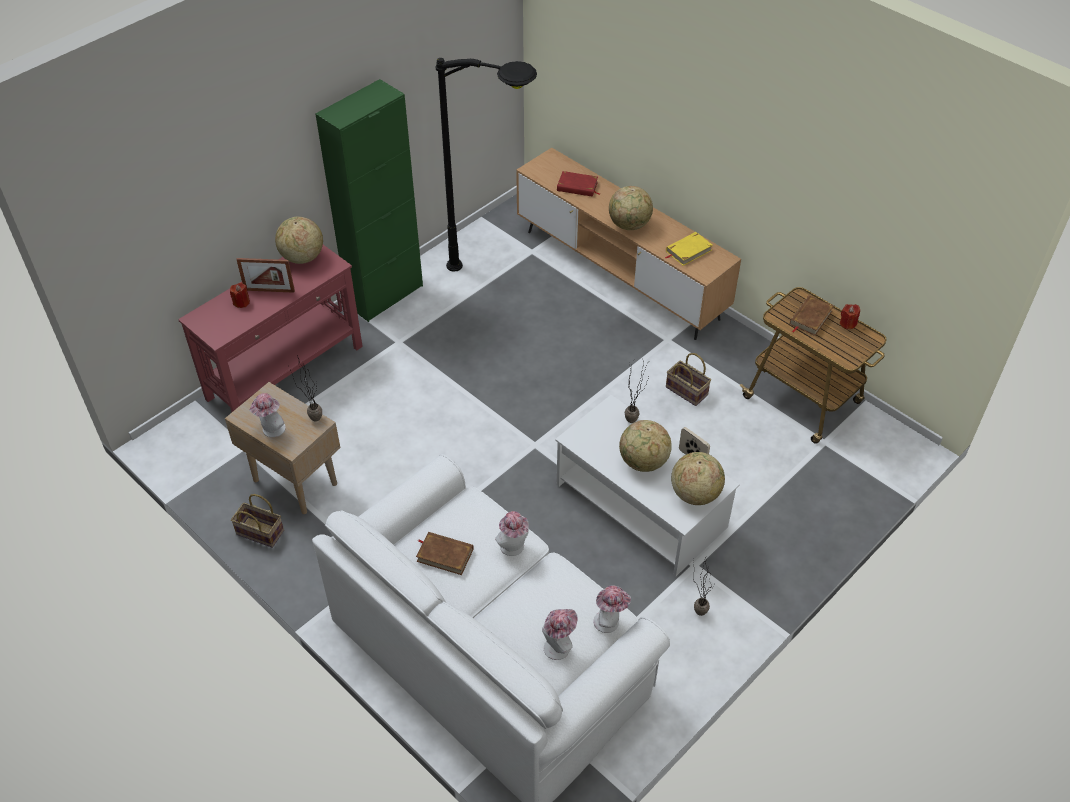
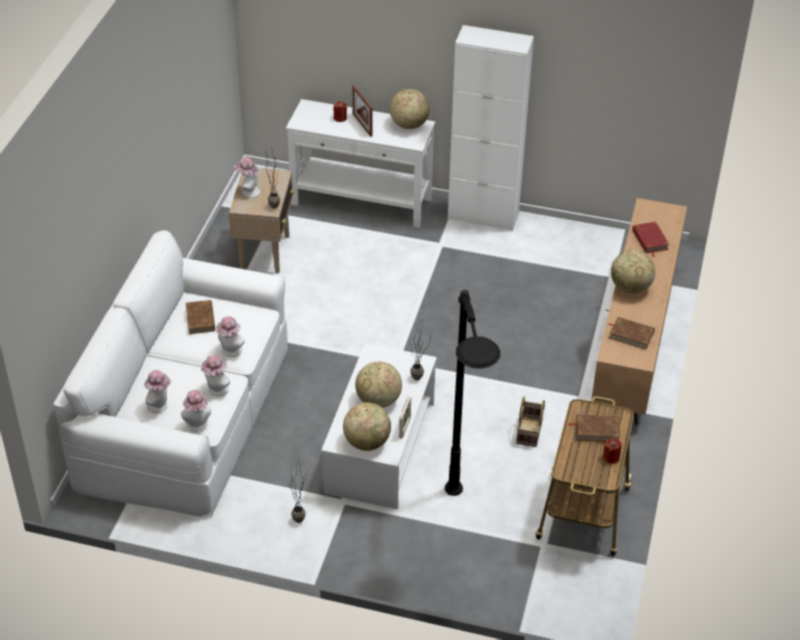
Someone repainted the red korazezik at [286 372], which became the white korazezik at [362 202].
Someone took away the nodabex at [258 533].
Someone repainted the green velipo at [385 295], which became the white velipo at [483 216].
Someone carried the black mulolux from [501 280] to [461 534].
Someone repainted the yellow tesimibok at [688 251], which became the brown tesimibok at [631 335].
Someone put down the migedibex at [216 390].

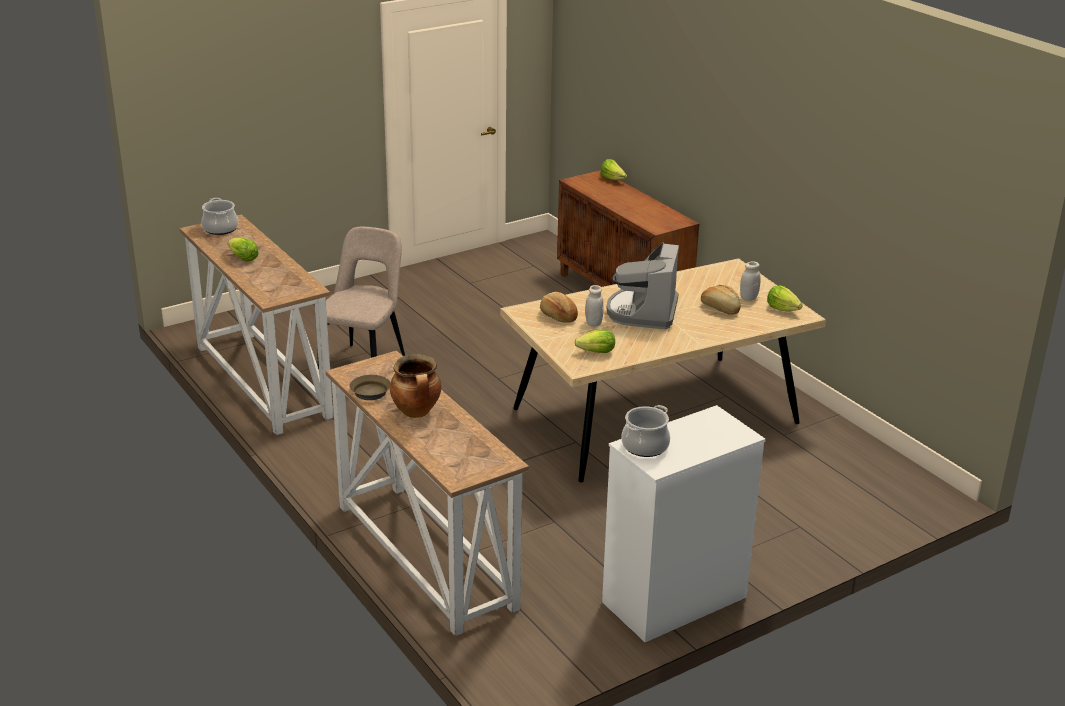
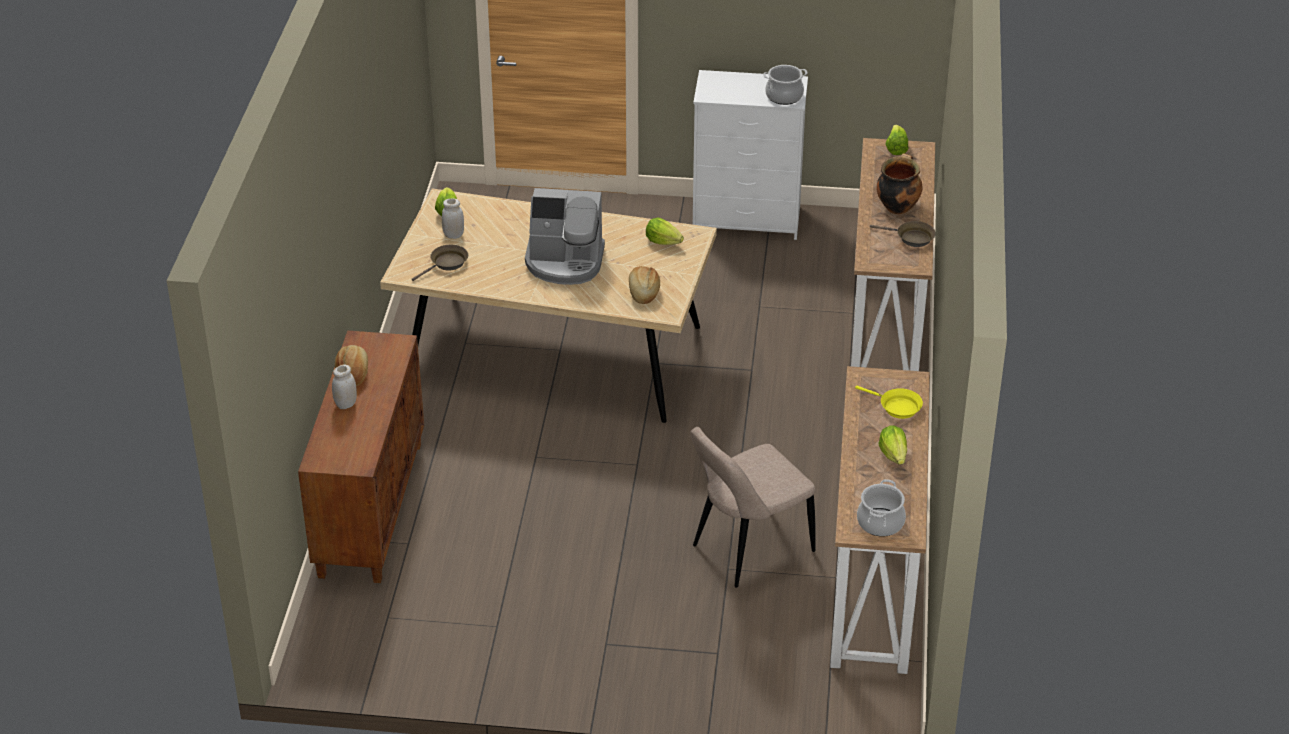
Someone carried the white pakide from [593 323] to [346 404].
Someone carried the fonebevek from [613 179] to [896 148].
Someone rotated the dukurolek at [643 312] by 45 degrees clockwise.
Someone carried the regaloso from [720 308] to [353 373].
Someone put down the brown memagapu at [447 264].
Someone put down the yellow memagapu at [897 407].

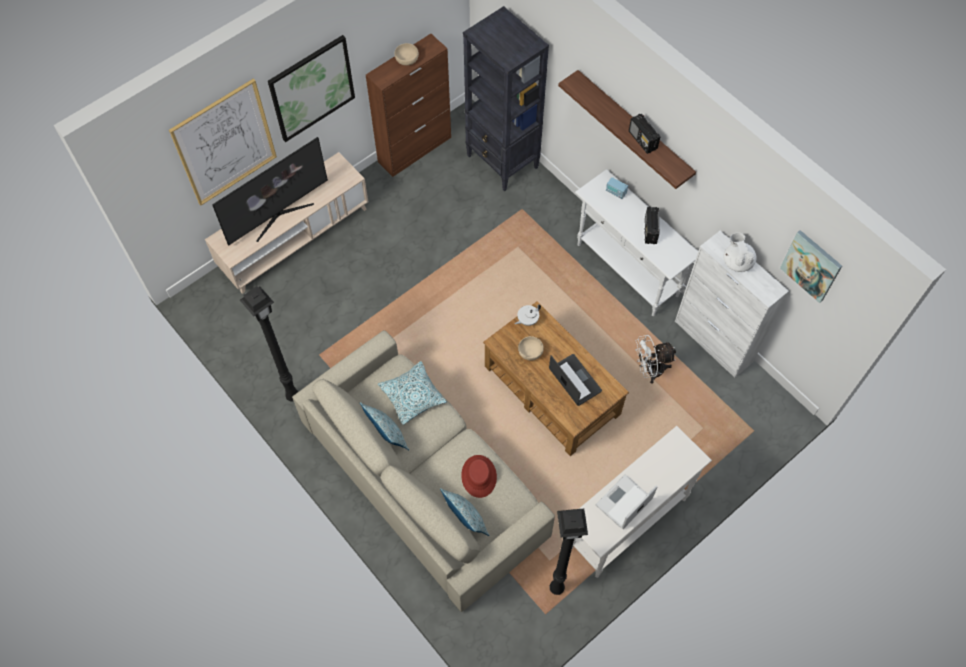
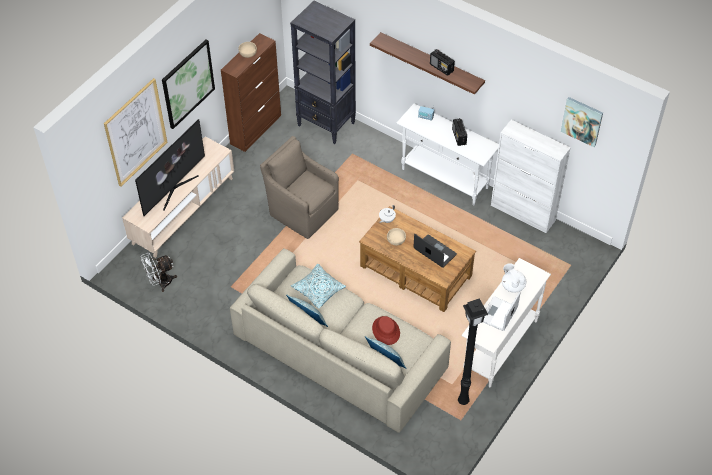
Someone took away the black mulolux at [291 396].
Someone carried the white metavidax from [650 370] to [160 283].
Someone carried the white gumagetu from [737 262] to [512 285].
Someone put down the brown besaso at [302 211].

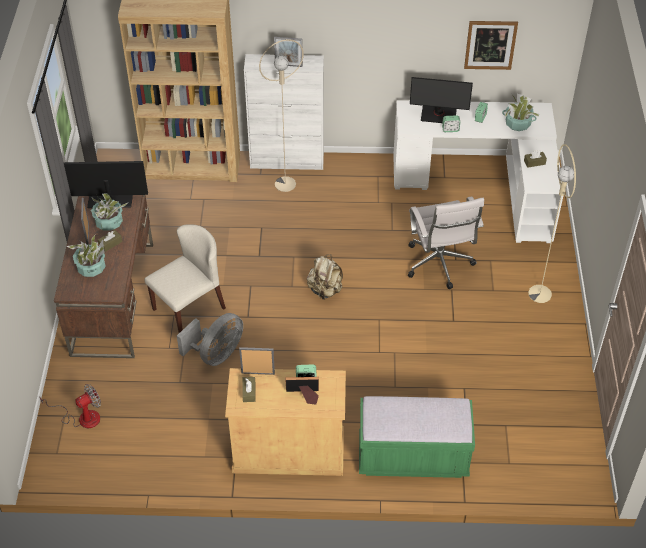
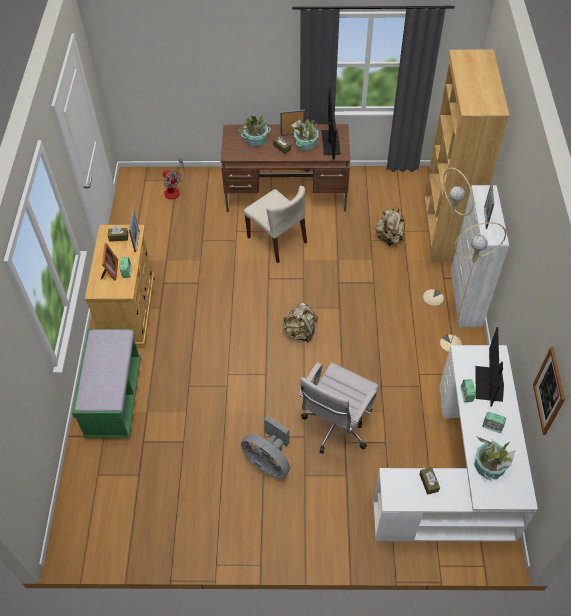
Someone carried the grey metavidax from [216 354] to [269 462].
Someone rotated the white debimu at [439 265] by 45 degrees counterclockwise.
Someone carried the beige mulolux from [539 293] to [450 343].
Someone put down the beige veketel at [389 238].

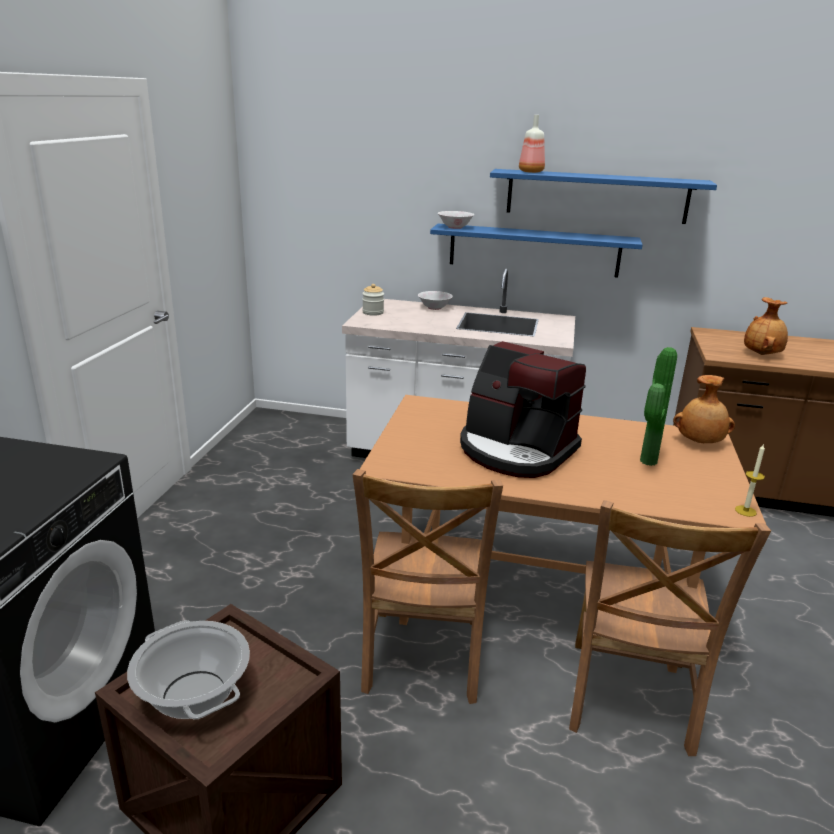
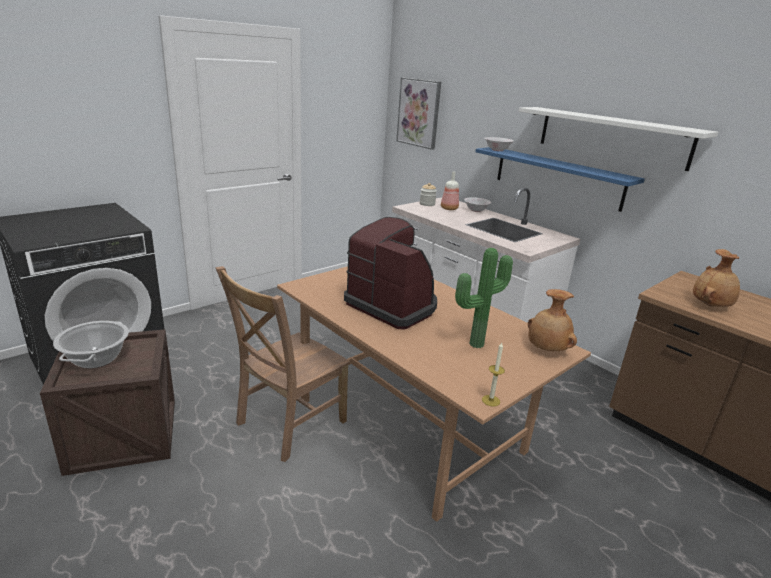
Someone rotated the dukurolek at [516 450] by 150 degrees clockwise.
Someone repainted the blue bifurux at [596 196], which became the white bifurux at [612 137].
Someone carried the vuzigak from [531 172] to [449 209].
Someone took away the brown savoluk at [628 700].
Someone put up the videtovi at [419 113].

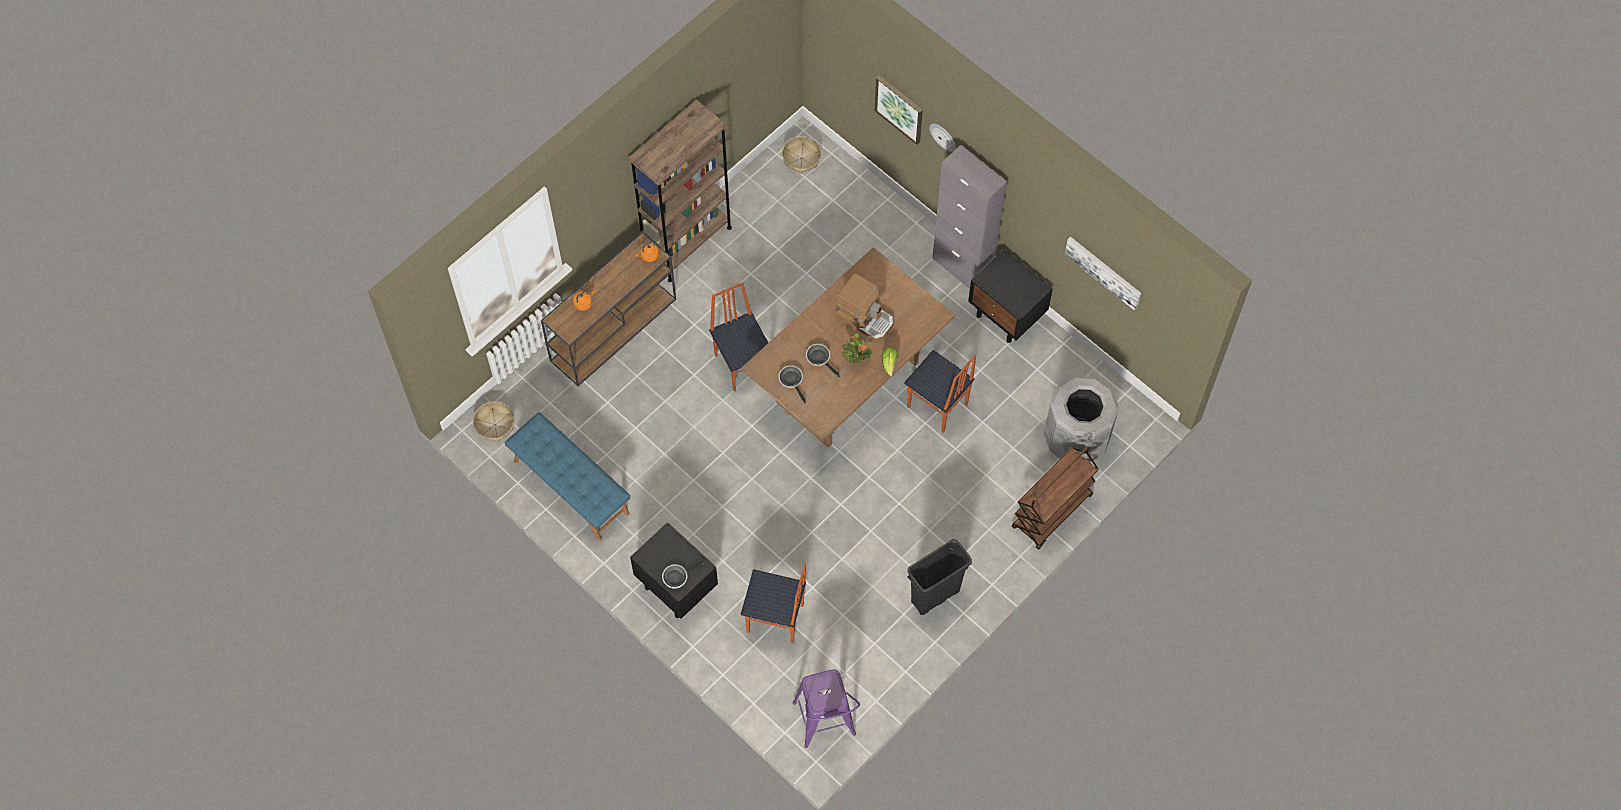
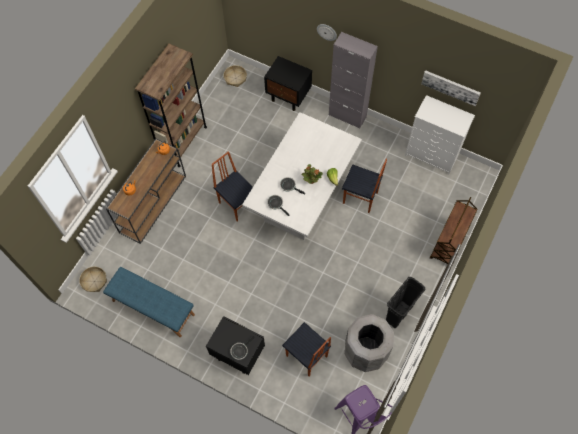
Someone repainted the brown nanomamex at [847 381], which became the white nanomamex at [302 197].
Someone rotated the savoluk at [775 619] by 45 degrees clockwise.
Someone took away the dukurolek at [865 318].
Someone took away the videtovi at [899 109].
Someone carried the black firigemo from [1007 316] to [289 97].
Someone carried the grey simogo from [1075 439] to [365 351].
Someone put down the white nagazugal at [432 155].

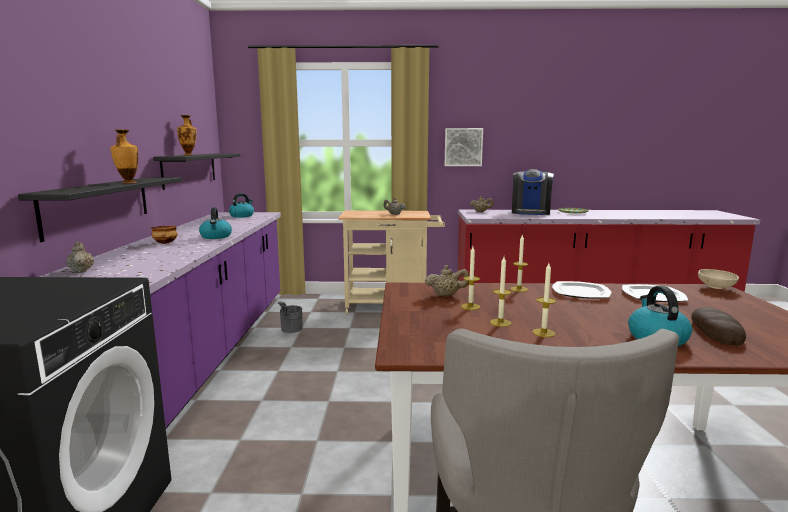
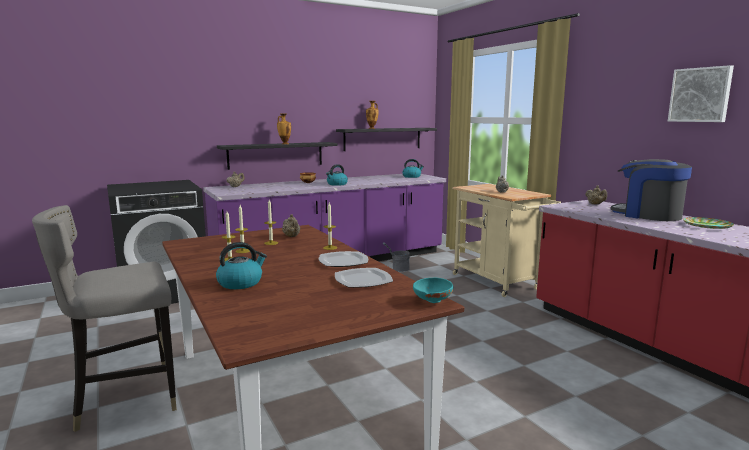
Someone carried the videtovi from [463 147] to [700 95].
Someone rotated the dukurolek at [530 212] by 60 degrees clockwise.
Someone took away the regaloso at [716 331].
Someone repainted the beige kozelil at [716 288], which became the turquoise kozelil at [431 301].

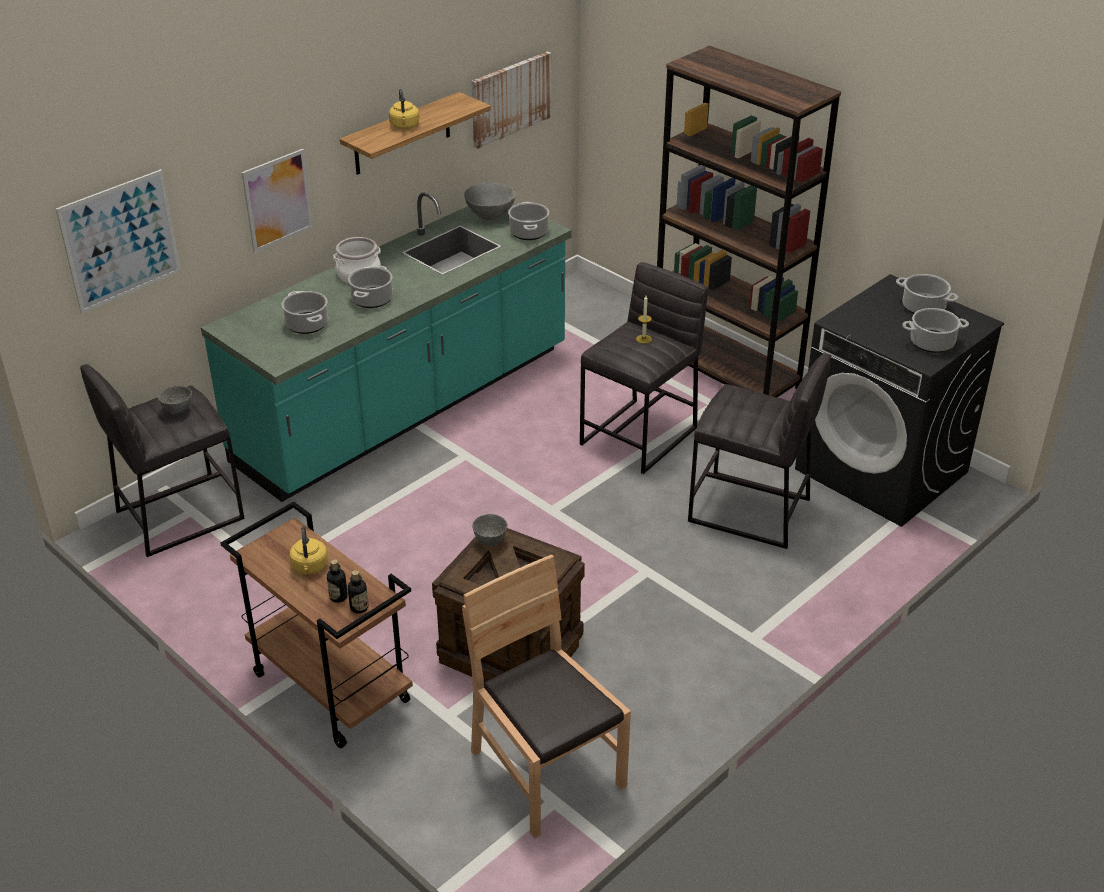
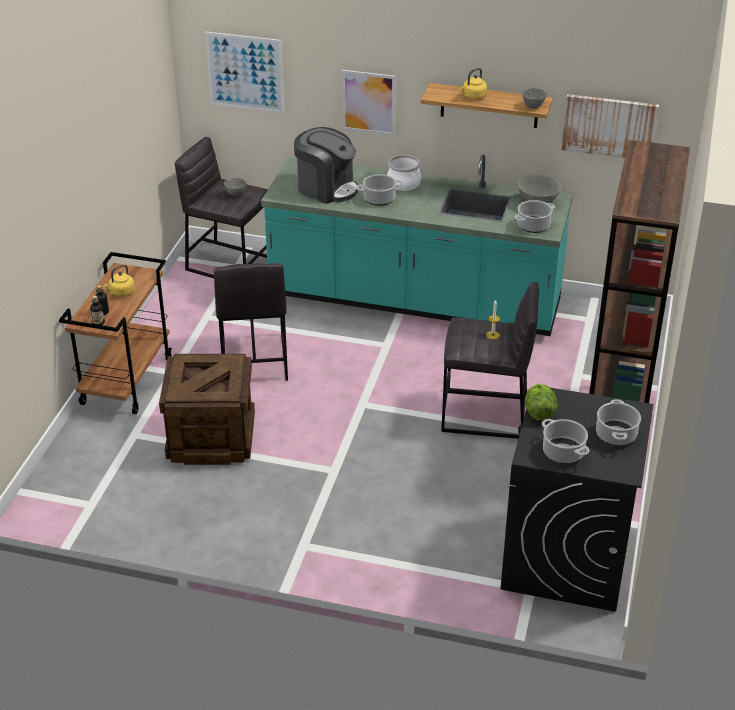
Someone swapped the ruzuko at [306 324] for the dukurolek at [326 188].
Someone took away the brown savoluk at [546 770].
Someone carried the grey kozelil from [489 541] to [532 106].
Someone carried the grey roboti from [750 511] to [253 359].
Someone put down the fonebevek at [539 413].

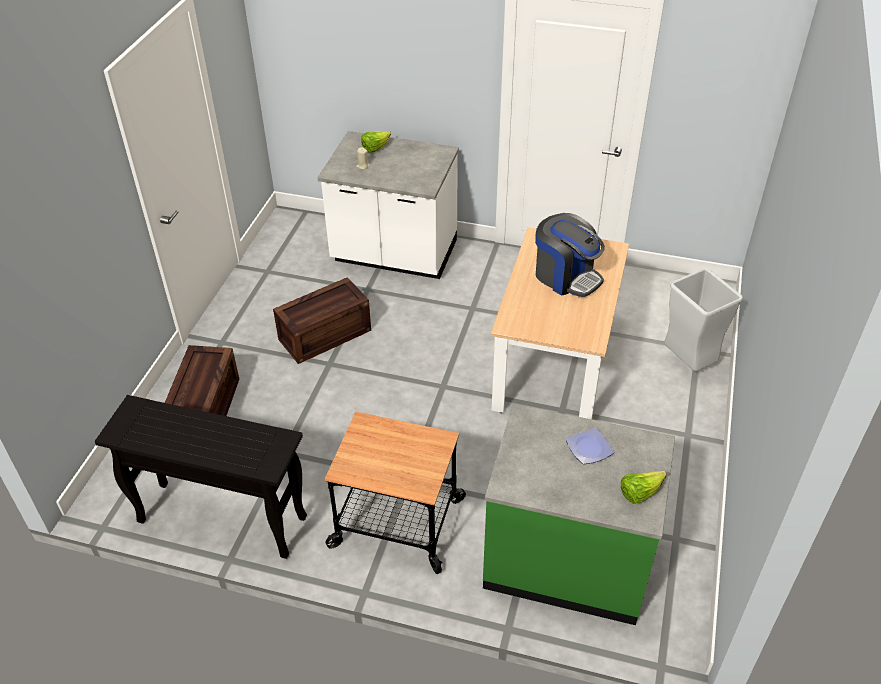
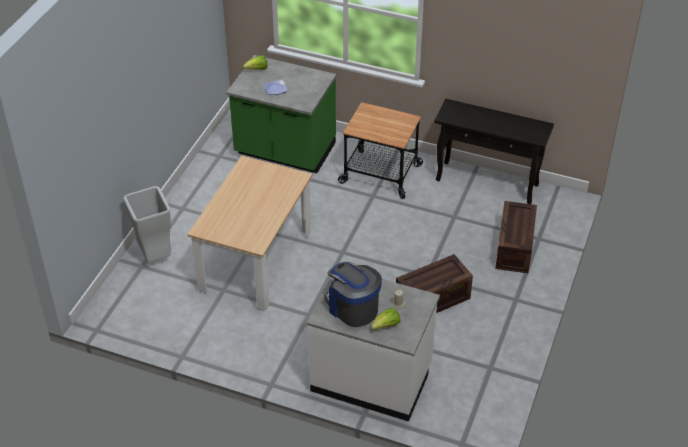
Someone carried the dukurolek from [566 276] to [352 308].

